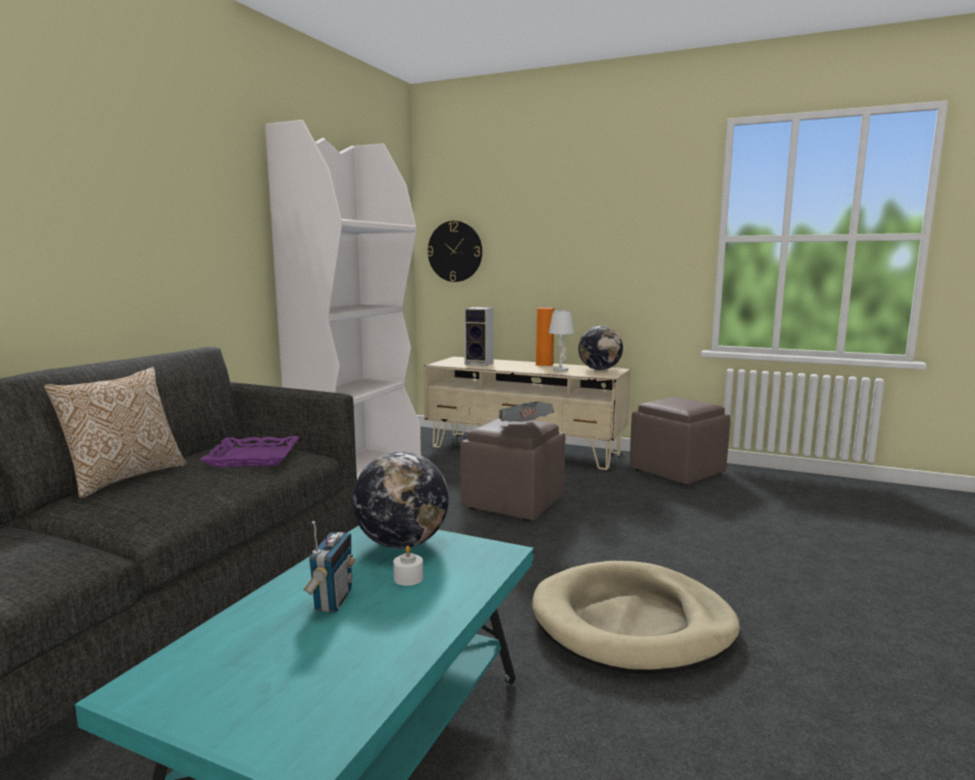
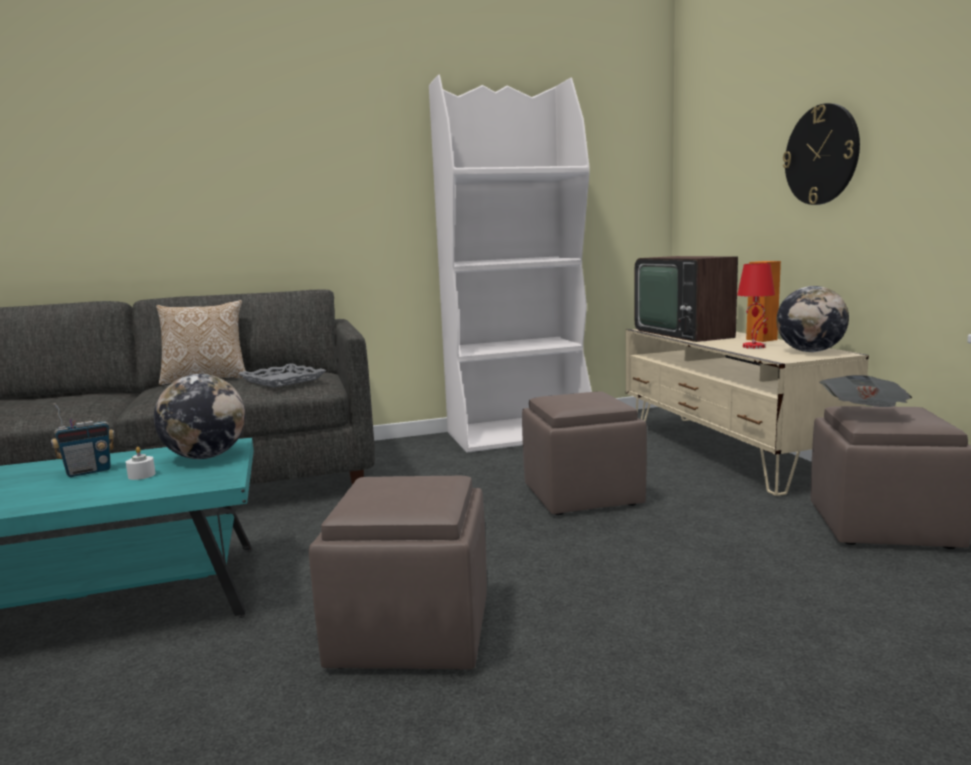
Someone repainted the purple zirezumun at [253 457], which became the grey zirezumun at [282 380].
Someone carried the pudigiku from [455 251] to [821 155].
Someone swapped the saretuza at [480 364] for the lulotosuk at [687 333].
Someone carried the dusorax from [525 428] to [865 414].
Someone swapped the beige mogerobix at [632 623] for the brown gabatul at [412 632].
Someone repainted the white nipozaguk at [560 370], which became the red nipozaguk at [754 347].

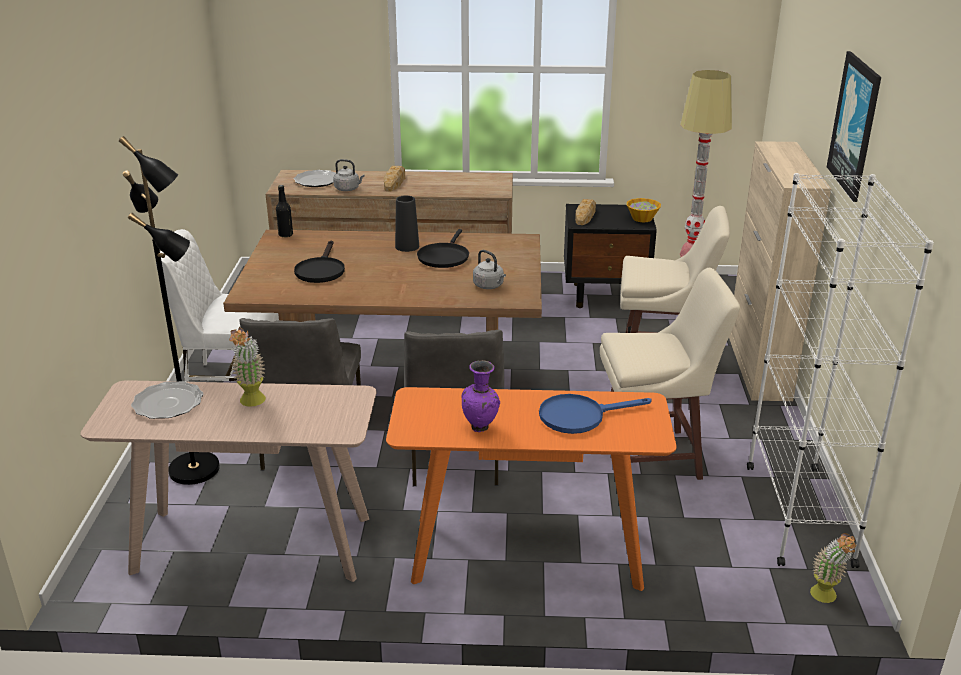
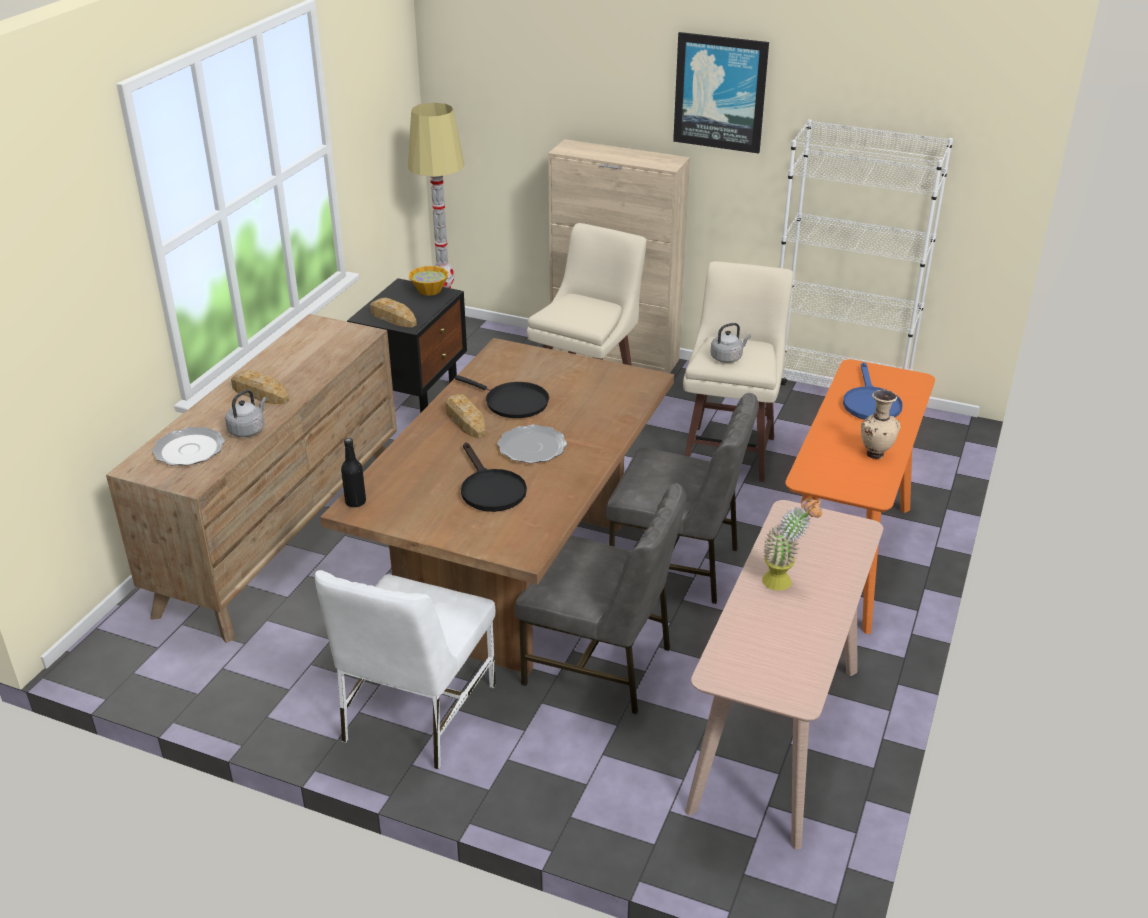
Someone took away the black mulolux at [196 469].
Someone carried the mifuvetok from [168 403] to [532 447].
Someone rotated the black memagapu at [321 270] by 45 degrees clockwise.
Someone swapped the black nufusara at [407 246] for the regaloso at [465 420].
Someone repainted the purple nufusara at [481 428], which became the beige nufusara at [875 454].
Someone carried the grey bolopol from [489 286] to [727 357].
Someone took away the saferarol at [826 599].

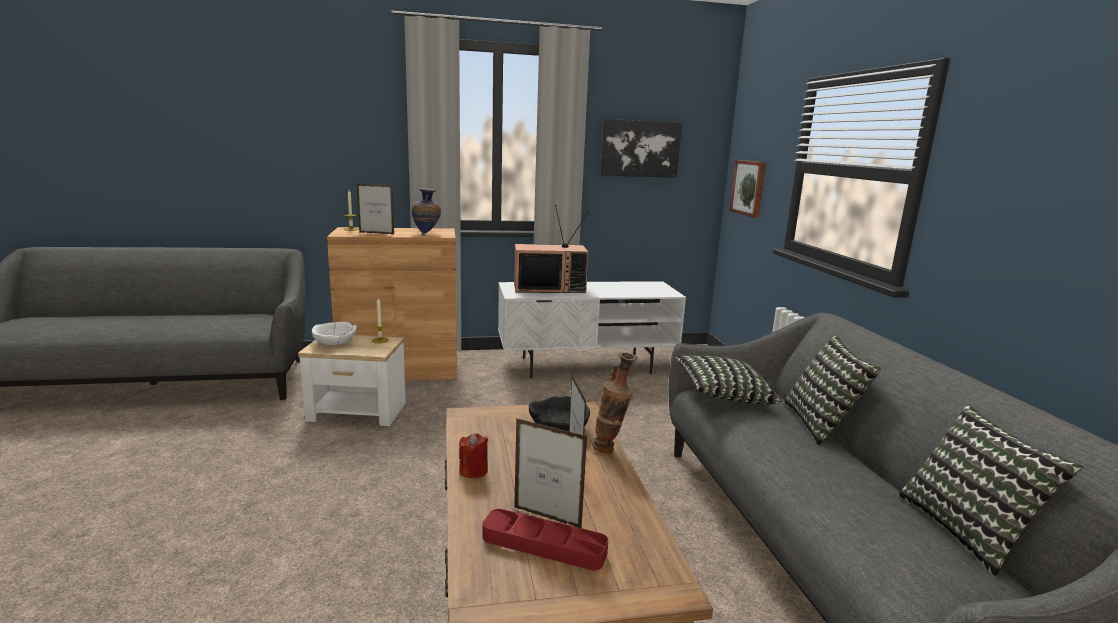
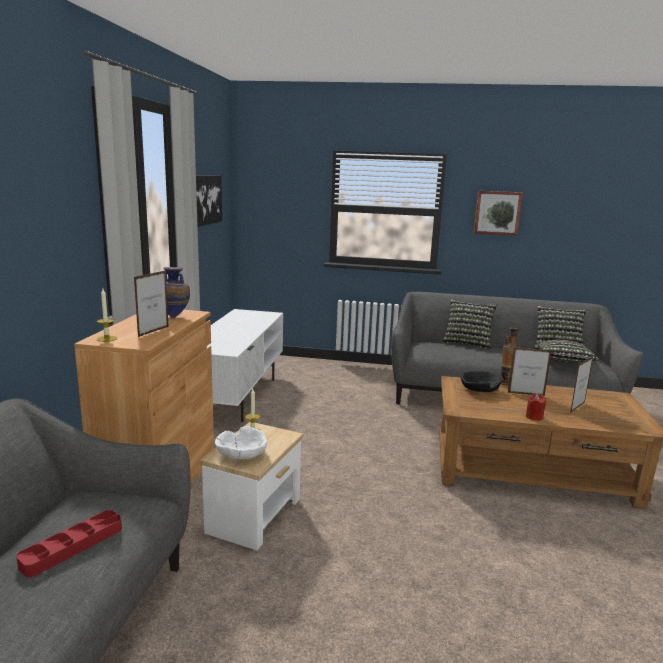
Someone carried the red zirezumun from [544 545] to [72 546].
Someone took away the lulotosuk at [550 288].
Someone carried the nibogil from [722 395] to [563 362].
Someone carried the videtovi from [749 188] to [497 213].

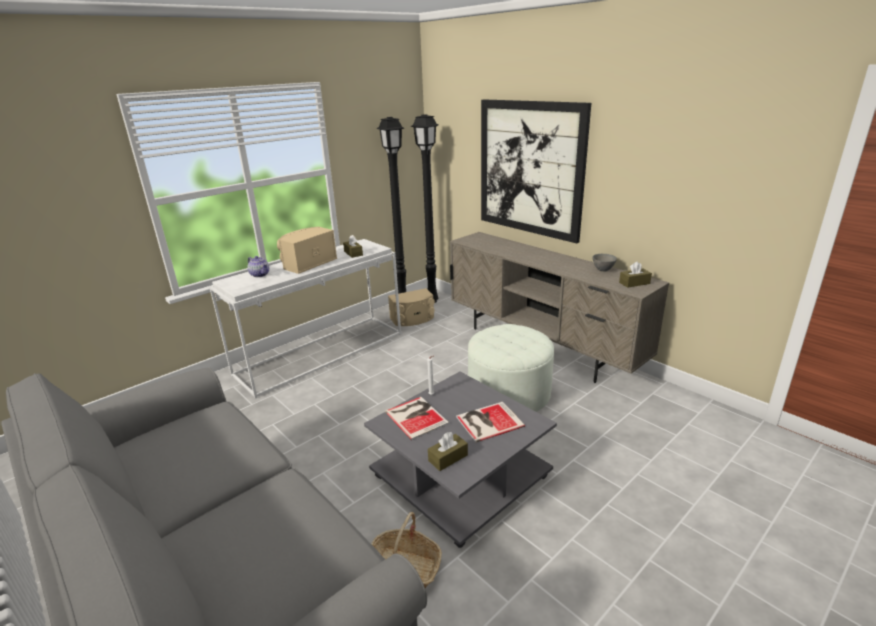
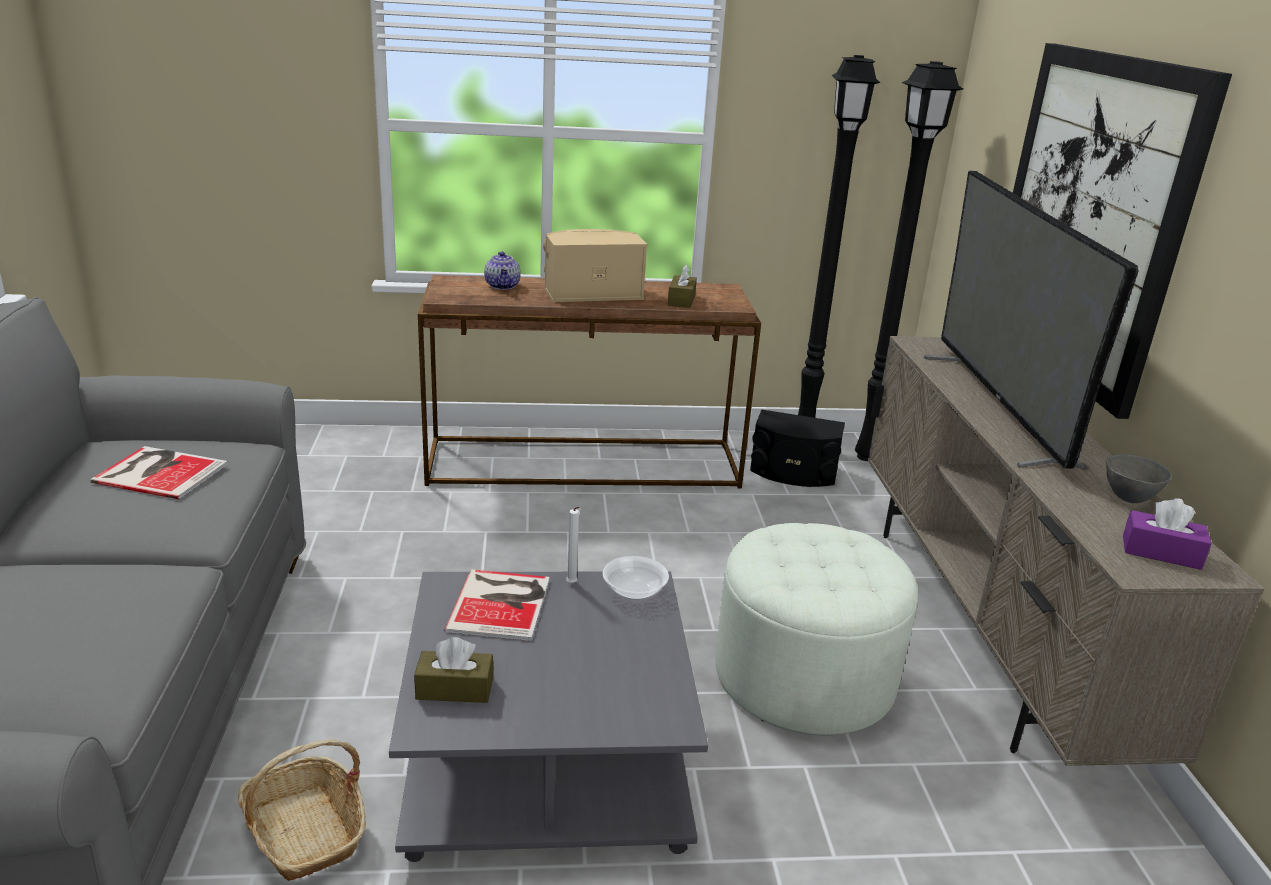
Someone repainted the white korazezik at [321 353], which became the brown korazezik at [585 463].
Someone repainted the beige saretuza at [413 319], which became the black saretuza at [793 472].
Someone carried the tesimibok from [487 421] to [160 471].
Someone repainted the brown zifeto at [634 283], which became the purple zifeto at [1161 552].
Someone put down the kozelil at [634 591].
Someone put down the lulotosuk at [996 406].

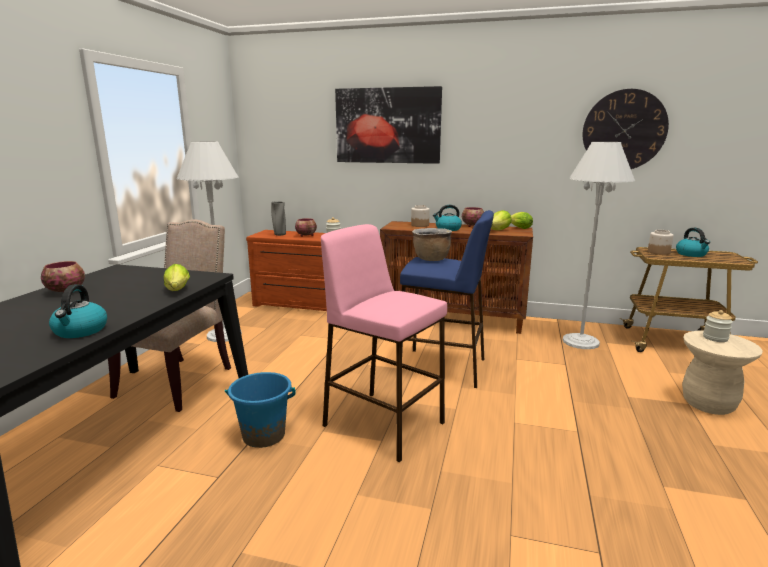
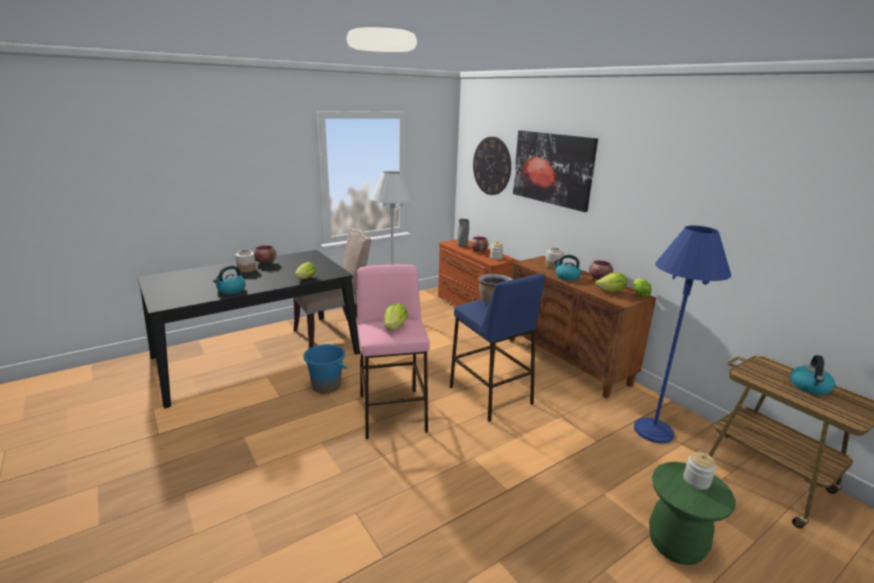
Someone repainted the white mulolux at [580 342], which became the blue mulolux at [653 430].
Someone carried the pudigiku from [624 130] to [492 166].
Someone carried the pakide from [658 252] to [246 269].
Someone repainted the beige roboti at [708 404], which became the green roboti at [675 545].
Someone put down the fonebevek at [395 327].

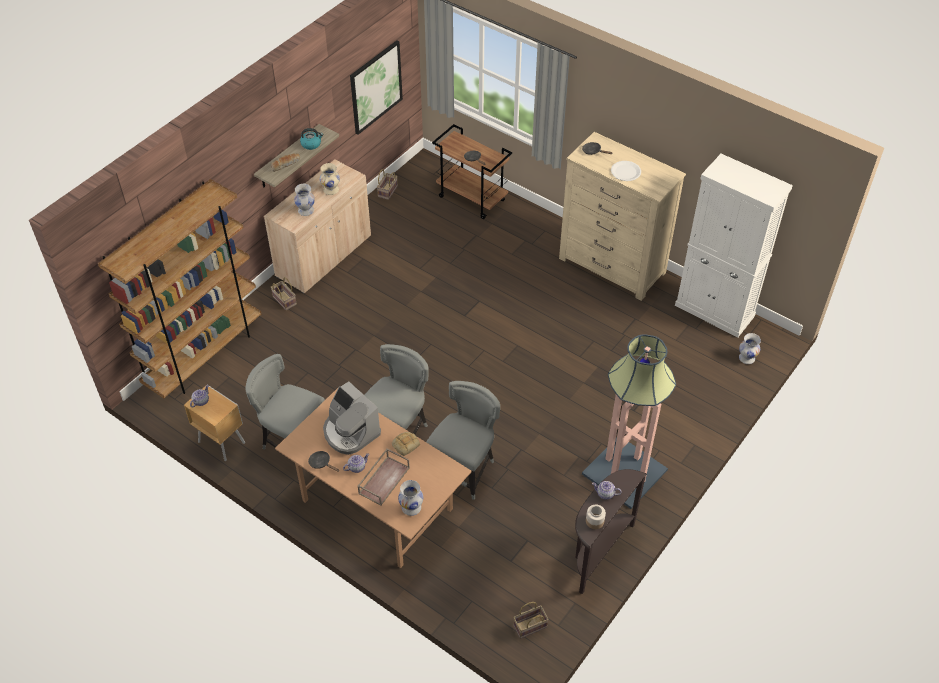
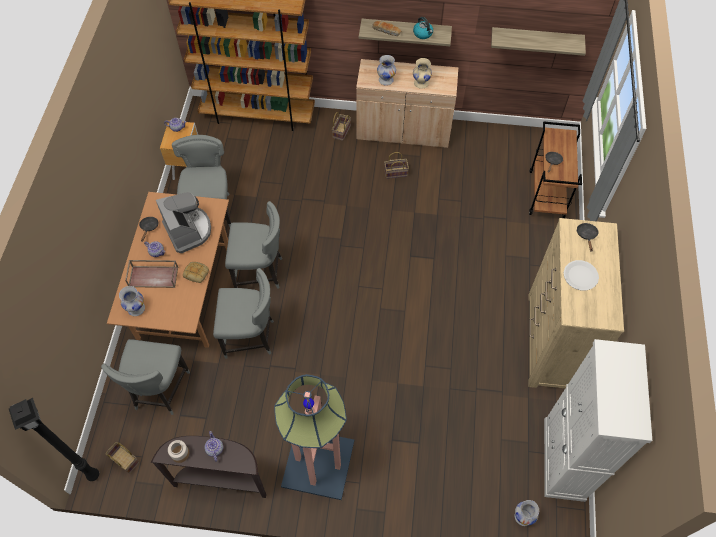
Someone rotated the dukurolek at [350 432] by 135 degrees clockwise.
Someone swapped the videtovi at [375 87] for the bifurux at [536 39].
Someone carried the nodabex from [387 191] to [396 172].
Someone put down the black mulolux at [92 475].
Someone put down the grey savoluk at [159 391].

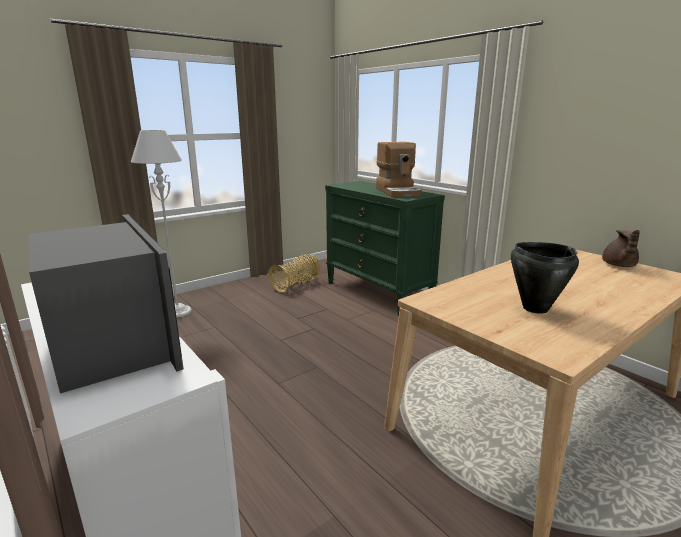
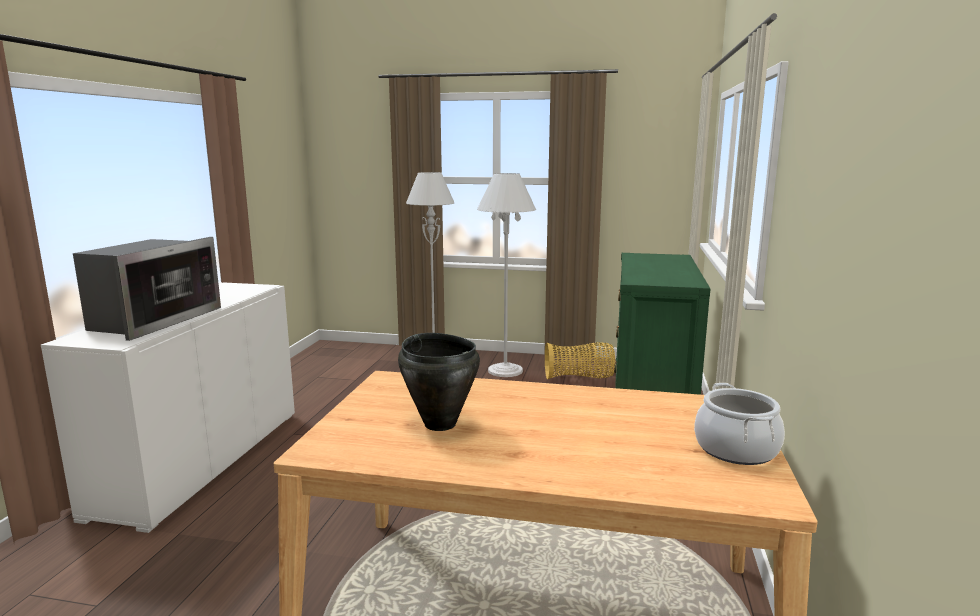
Someone took away the dukurolek at [398 192].
Someone swapped the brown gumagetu at [618 265] for the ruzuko at [736 449].
Someone put down the white mulolux at [505 370].

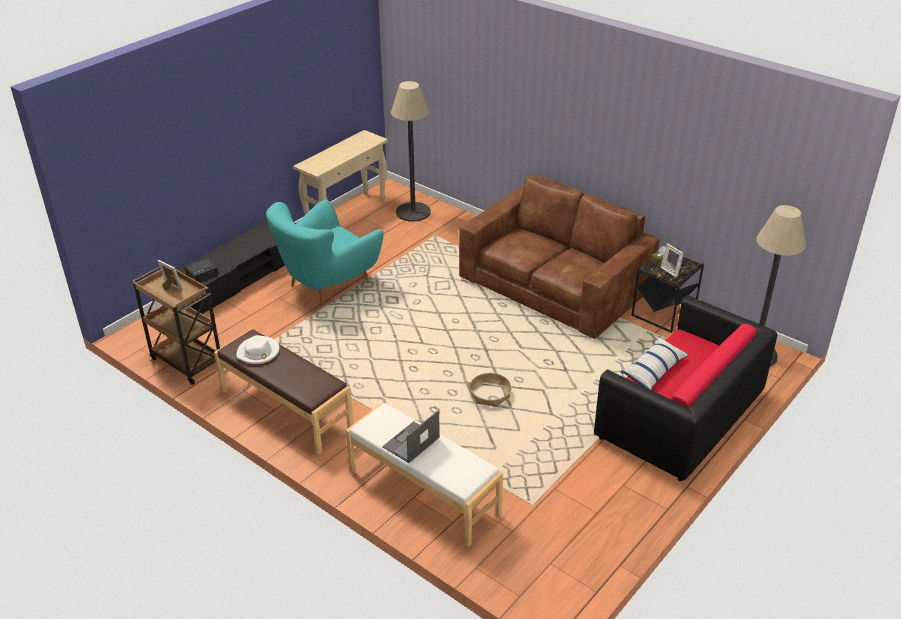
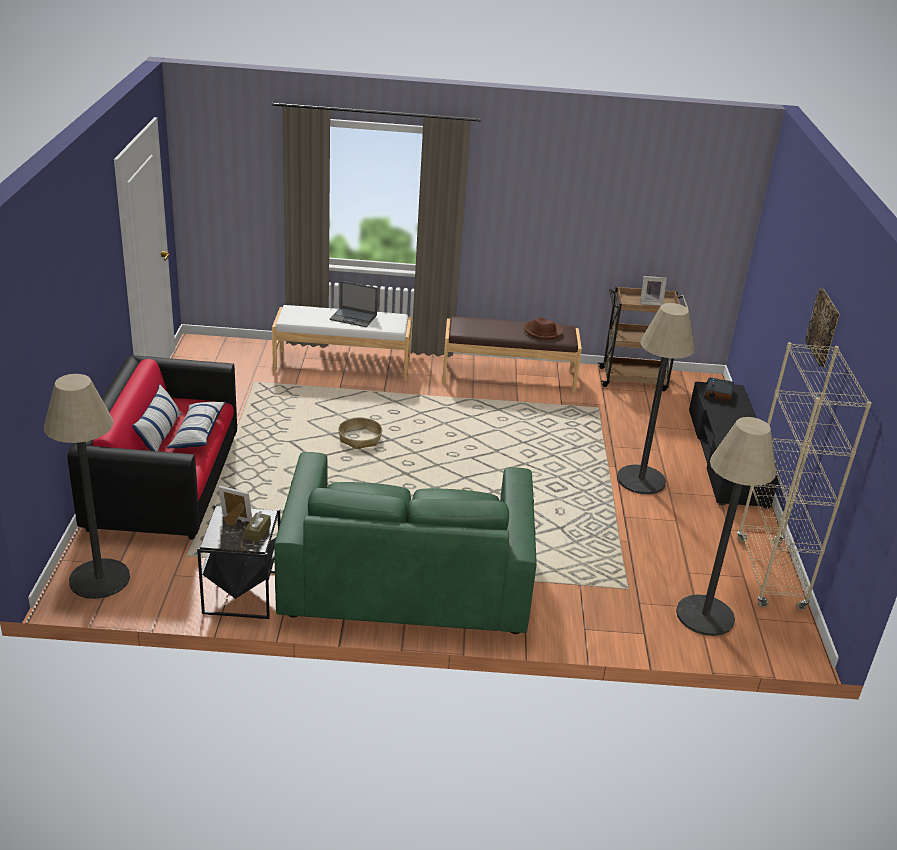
Someone repainted the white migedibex at [258 352], which became the brown migedibex at [543 331].
Someone swapped the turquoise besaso at [328 283] for the mulolux at [641 480].
Someone swapped the beige korazezik at [346 214] for the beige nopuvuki at [769 574].
Someone rotated the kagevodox at [411 443] by 105 degrees clockwise.
Someone repainted the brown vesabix at [555 285], which became the green vesabix at [405 577].
Someone put down the nibogil at [160 434].
Someone put up the videtovi at [824 327].

